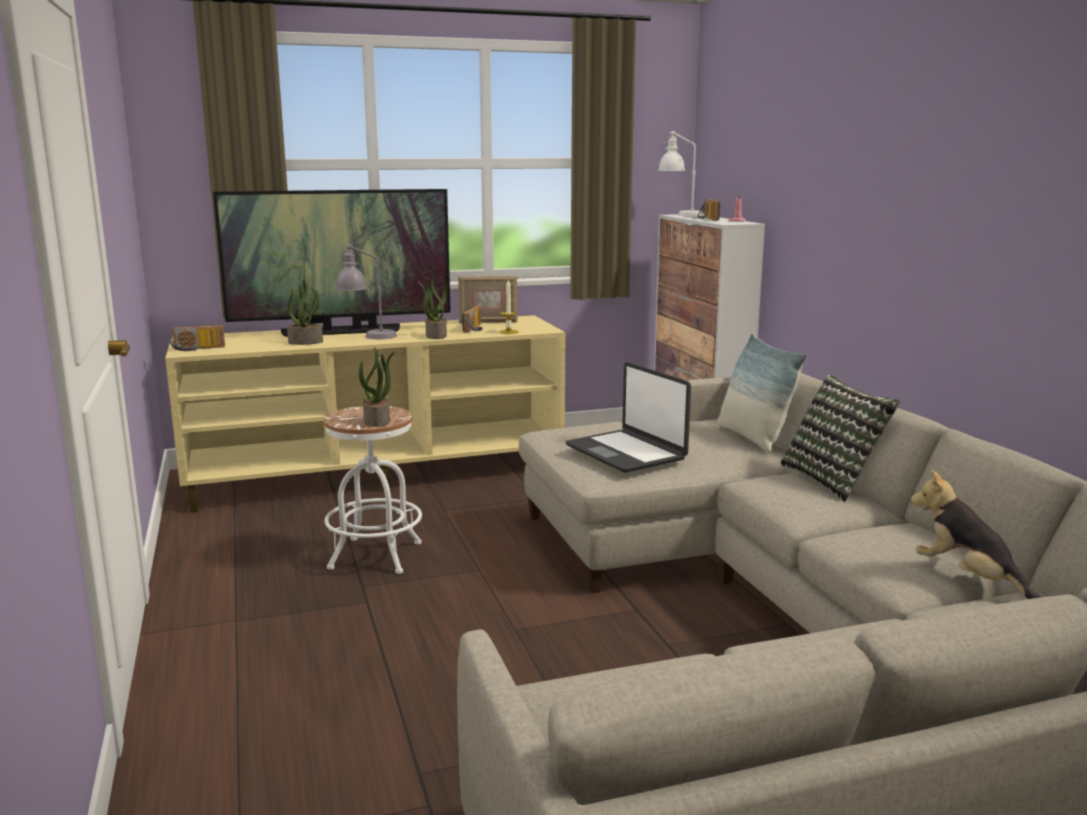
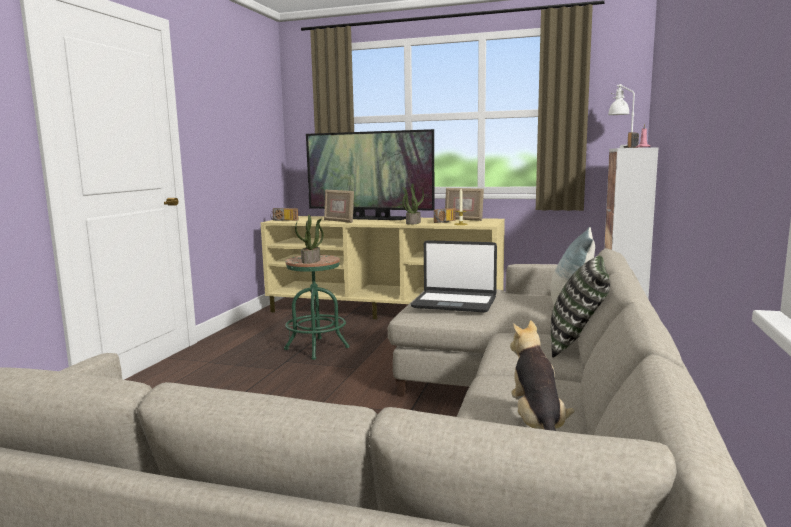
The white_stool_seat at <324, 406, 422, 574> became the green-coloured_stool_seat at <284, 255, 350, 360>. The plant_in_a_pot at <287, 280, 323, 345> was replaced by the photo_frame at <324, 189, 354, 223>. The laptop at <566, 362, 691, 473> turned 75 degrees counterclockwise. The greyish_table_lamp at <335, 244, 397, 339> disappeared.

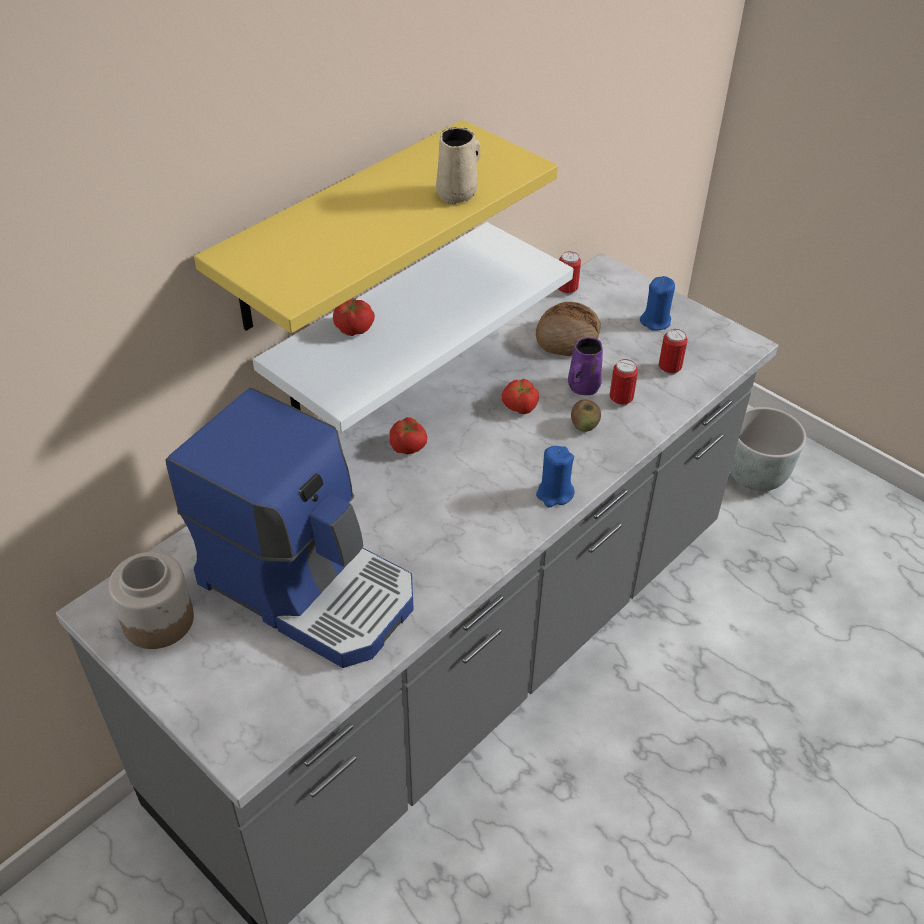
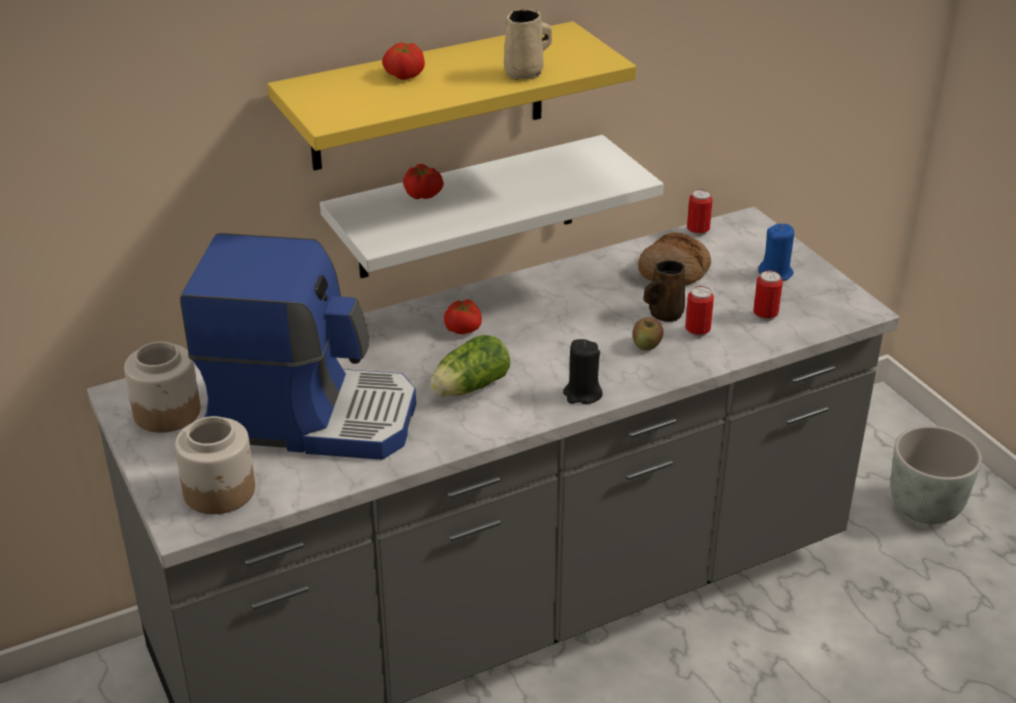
The storage_jar at <175, 416, 255, 514> appeared. The coffee_machine at <166, 388, 414, 668> turned 45 degrees counterclockwise. The tomato moved from <502, 379, 539, 414> to <382, 42, 425, 80>. The lettuce_head at <430, 335, 510, 397> appeared. The bluish_candle at <536, 446, 575, 508> became the blackish_candle at <563, 339, 603, 404>. The purple_mug at <568, 337, 603, 395> became the brown_mug at <644, 260, 685, 322>.

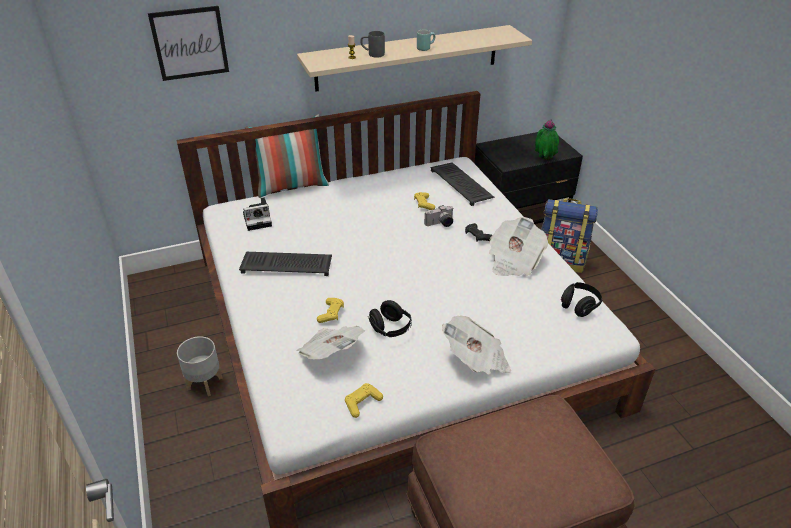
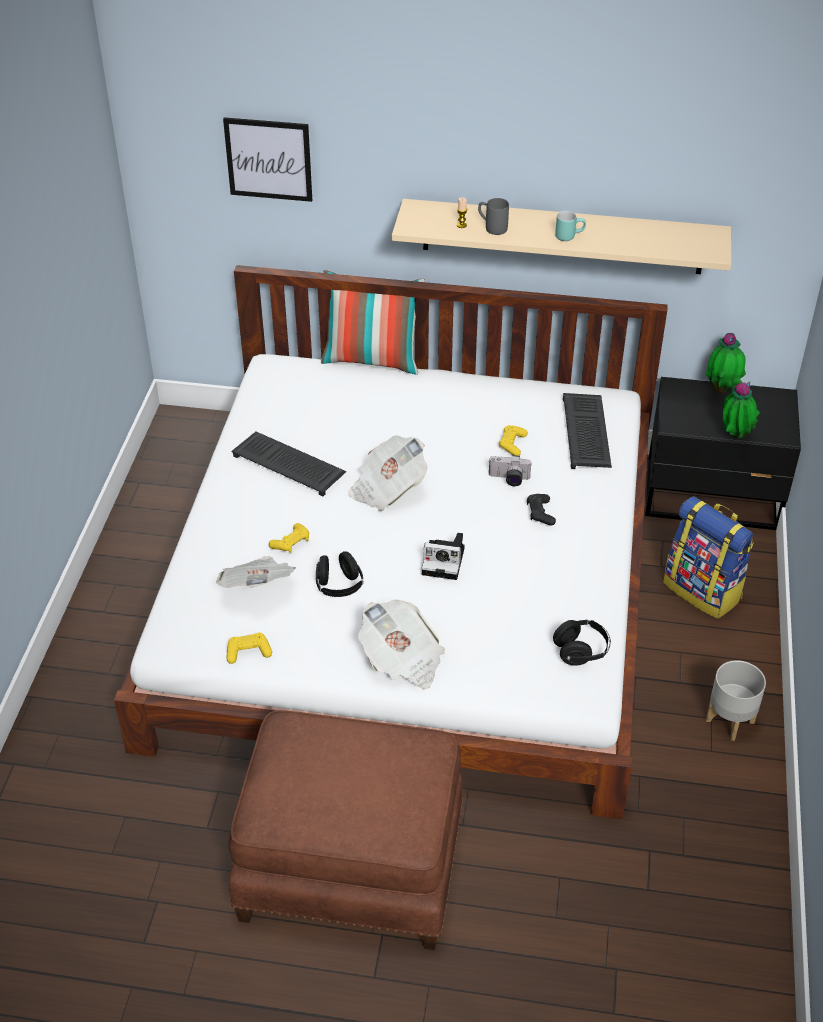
The daily_paper moved from <489, 217, 548, 276> to <348, 435, 427, 511>. The still_camera moved from <243, 197, 272, 231> to <421, 533, 464, 580>. The plant_in_a_pot at <706, 333, 746, 393> appeared. The greyish_flower_pot moved from <177, 336, 223, 396> to <706, 660, 766, 741>.

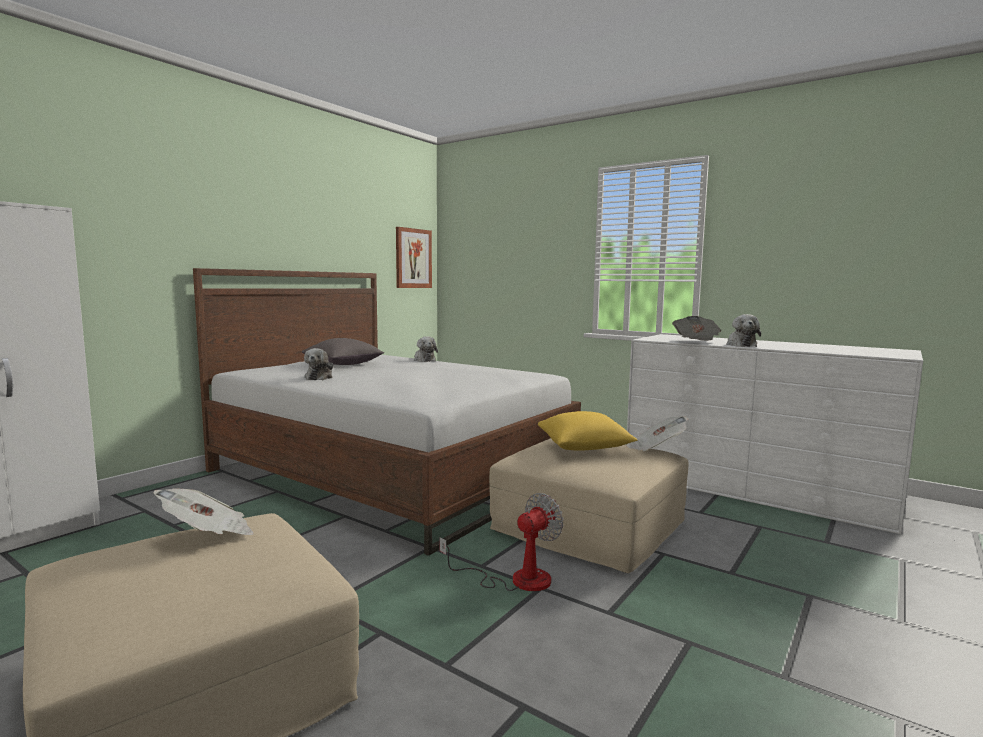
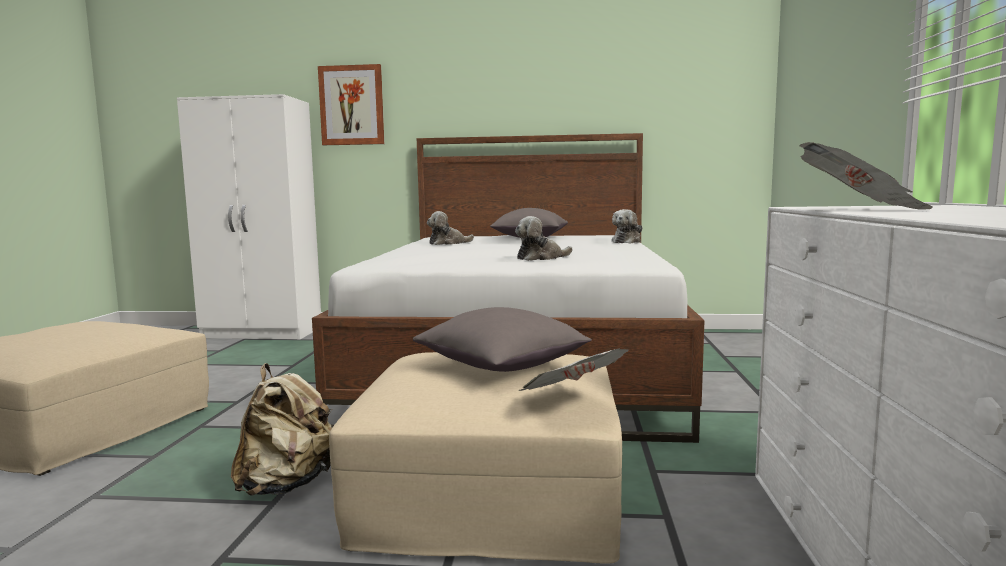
The cooling_fan at <439, 493, 564, 591> was replaced by the beige-coloured_knapsack at <231, 363, 333, 495>. The wall_art moved from <396, 227, 432, 288> to <318, 64, 384, 145>. The yellow_throw_pillow at <538, 411, 637, 451> became the greyish_throw_pillow at <413, 307, 592, 372>. The plush_toy moved from <727, 314, 761, 347> to <515, 216, 573, 261>. The daily_paper at <153, 489, 254, 535> disappeared.

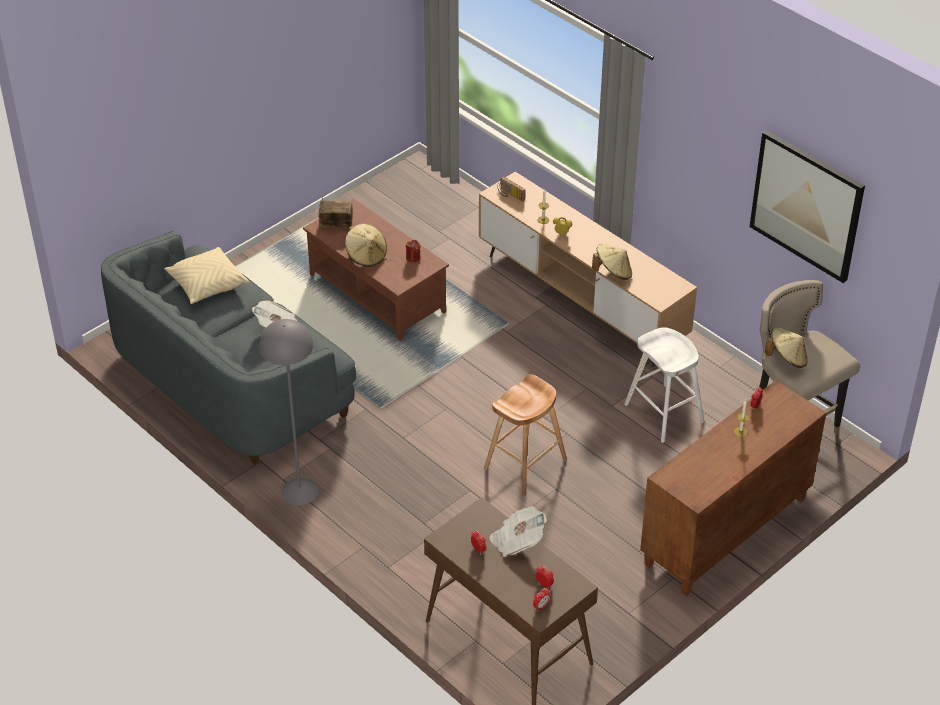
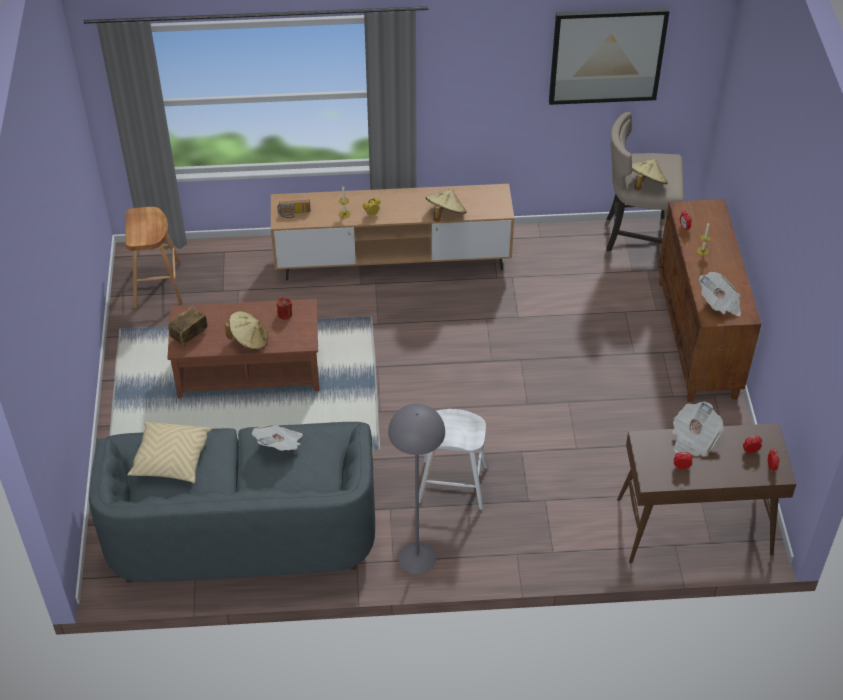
The brown_stool_seat moved from <484, 374, 567, 496> to <125, 207, 183, 308>. The white_stool_seat moved from <624, 327, 704, 443> to <419, 409, 488, 510>. The daily_paper at <699, 272, 741, 316> appeared.

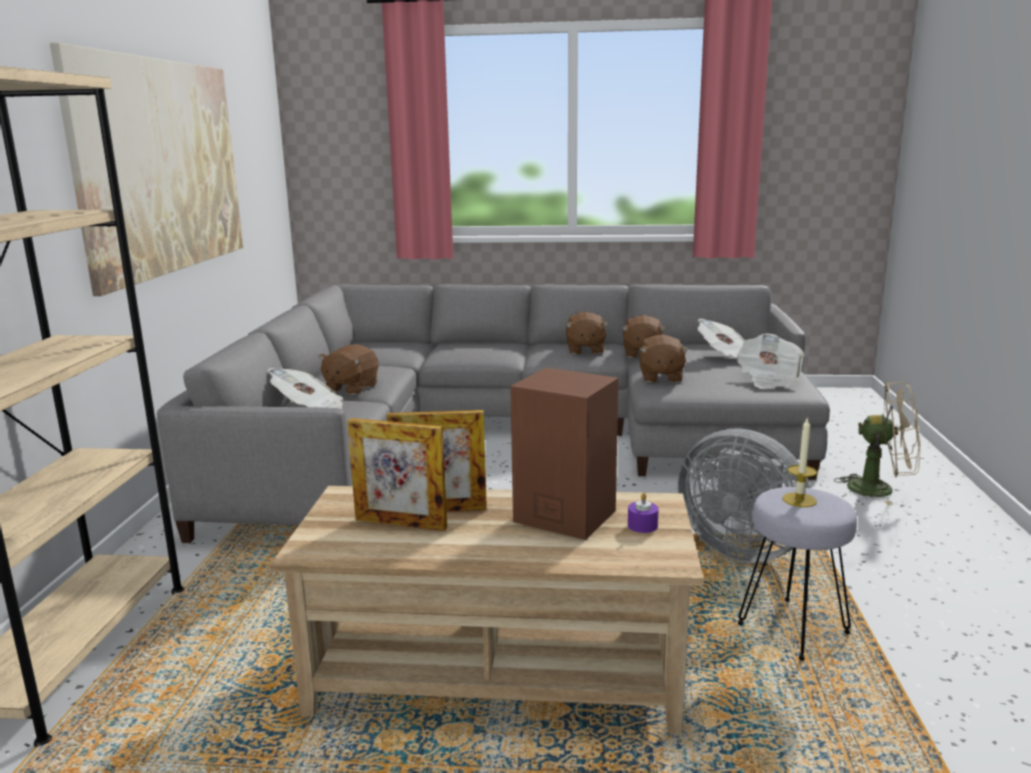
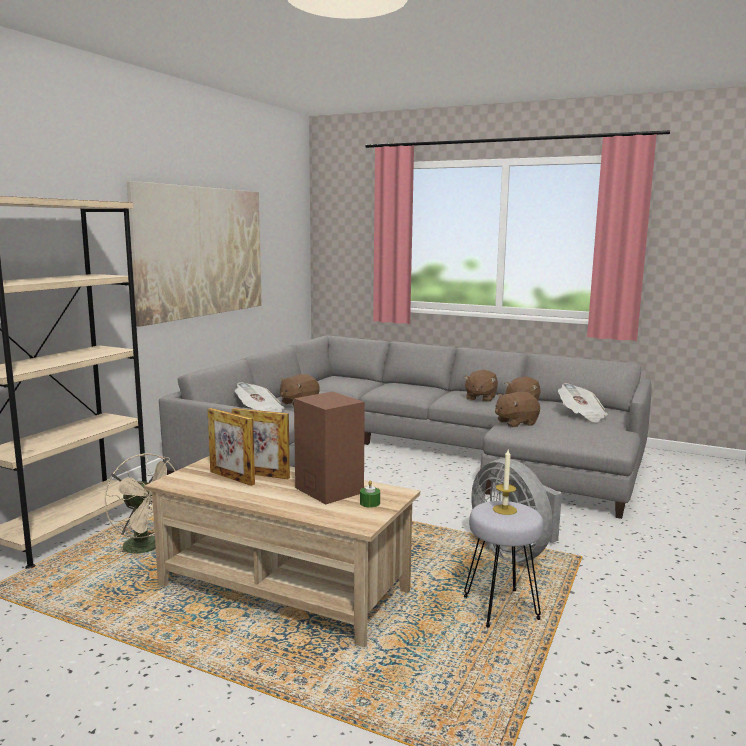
The beige-coloured_cooling_fan moved from <834, 381, 920, 506> to <105, 454, 176, 555>. The purple_candle at <628, 493, 659, 533> became the green-coloured_candle at <360, 480, 380, 508>. The brown_plush_toy at <639, 334, 689, 383> turned 45 degrees clockwise. The daily_paper at <736, 333, 804, 389> disappeared.

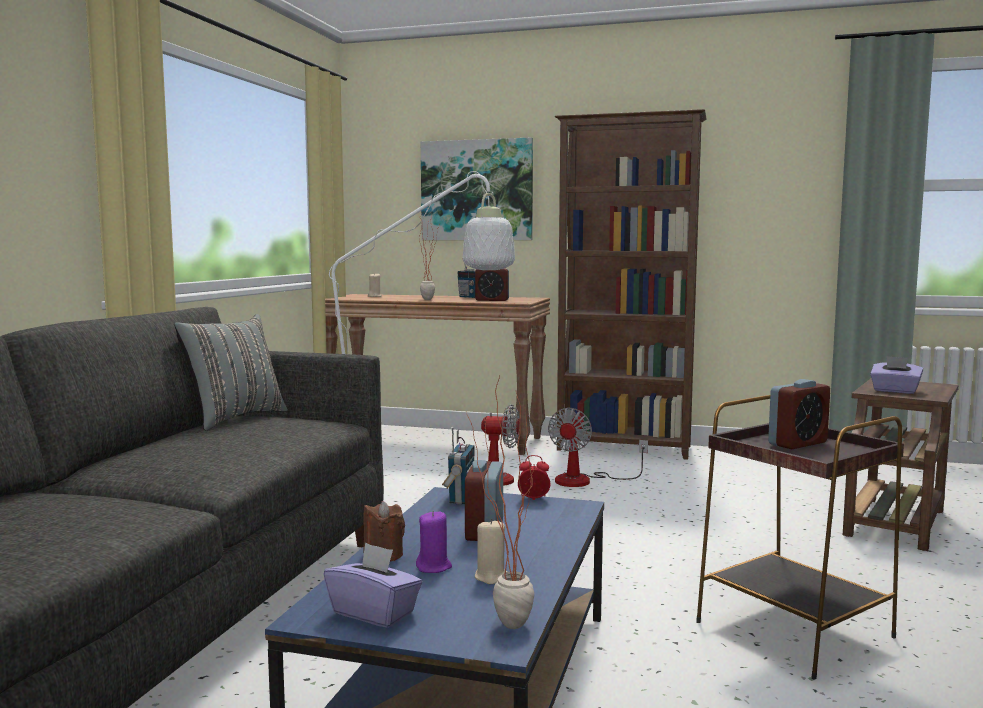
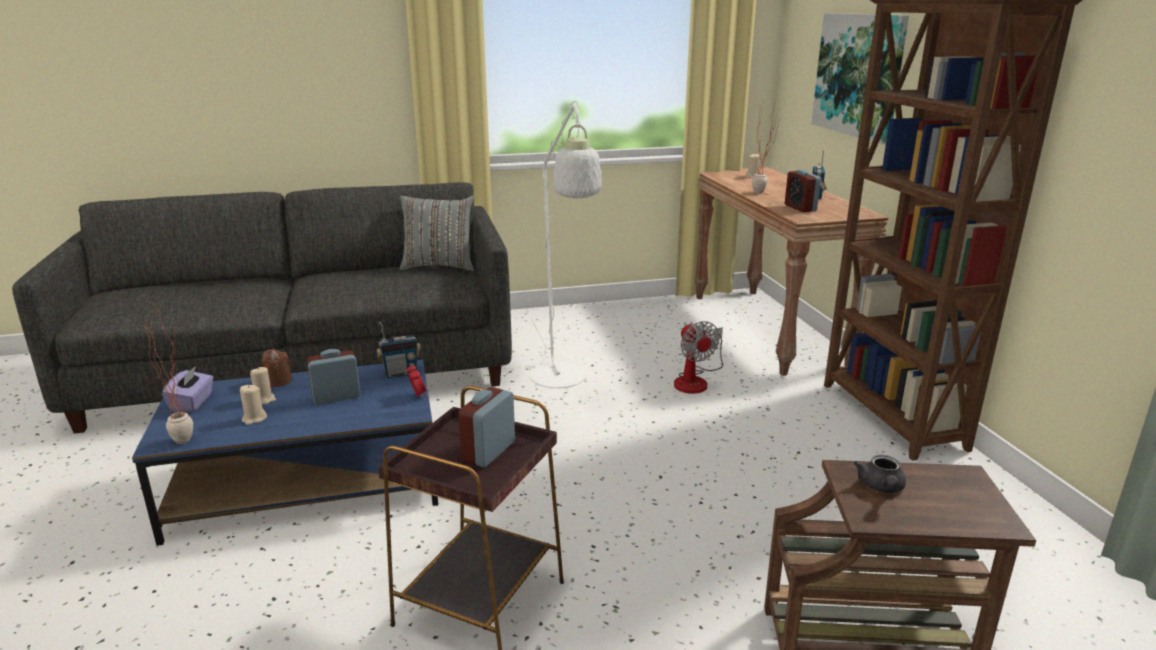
The purple_candle at <416, 510, 452, 573> became the beige-coloured_candle at <250, 367, 276, 404>. The alarm_clock at <768, 379, 830, 449> turned 90 degrees clockwise. The purple_box_of_tissues at <870, 356, 923, 394> was replaced by the greyish_teapot at <854, 455, 906, 493>. The cooling_fan at <548, 408, 648, 487> disappeared.

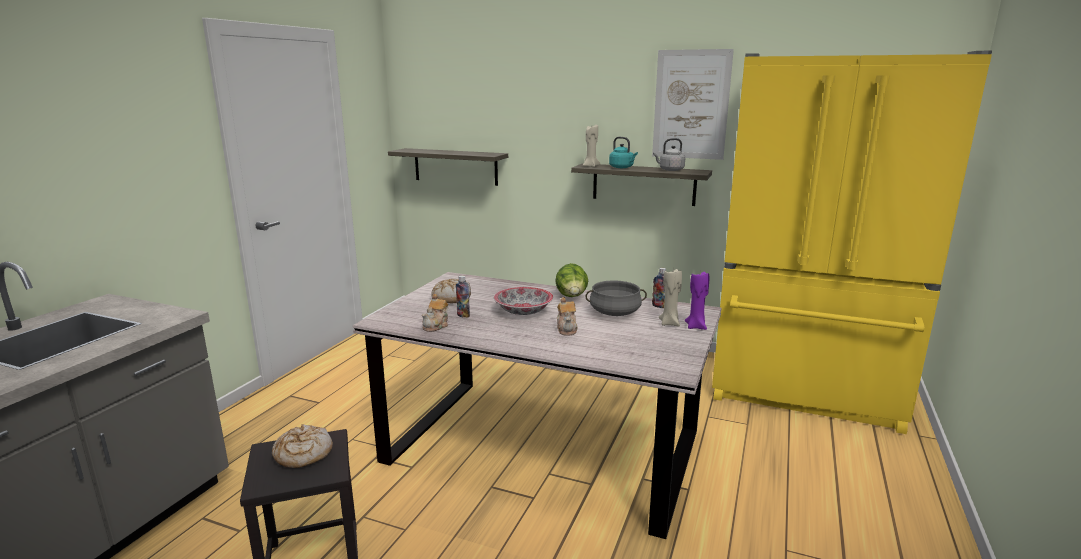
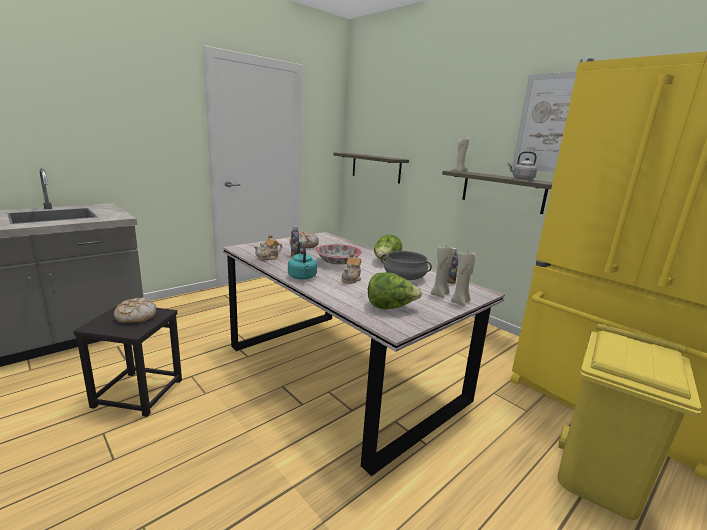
The blue-green_tea_kettle moved from <609, 137, 638, 168> to <288, 242, 317, 280>. The lettuce_head at <368, 272, 422, 309> appeared. The purple_candle at <685, 271, 709, 330> became the beige-coloured_candle at <451, 252, 475, 306>. The yellow_trash_can at <558, 324, 701, 520> appeared.

